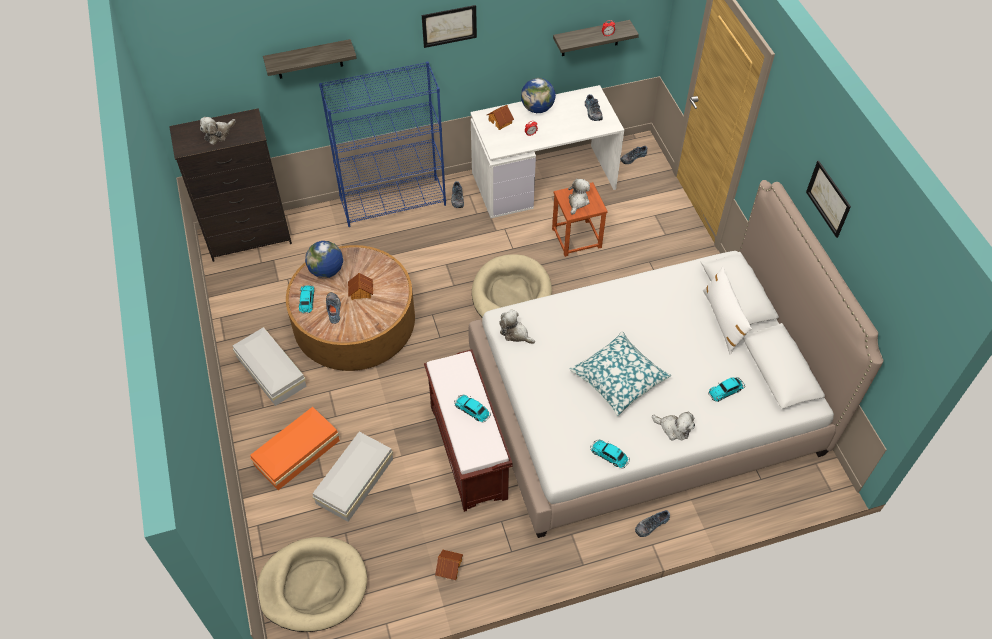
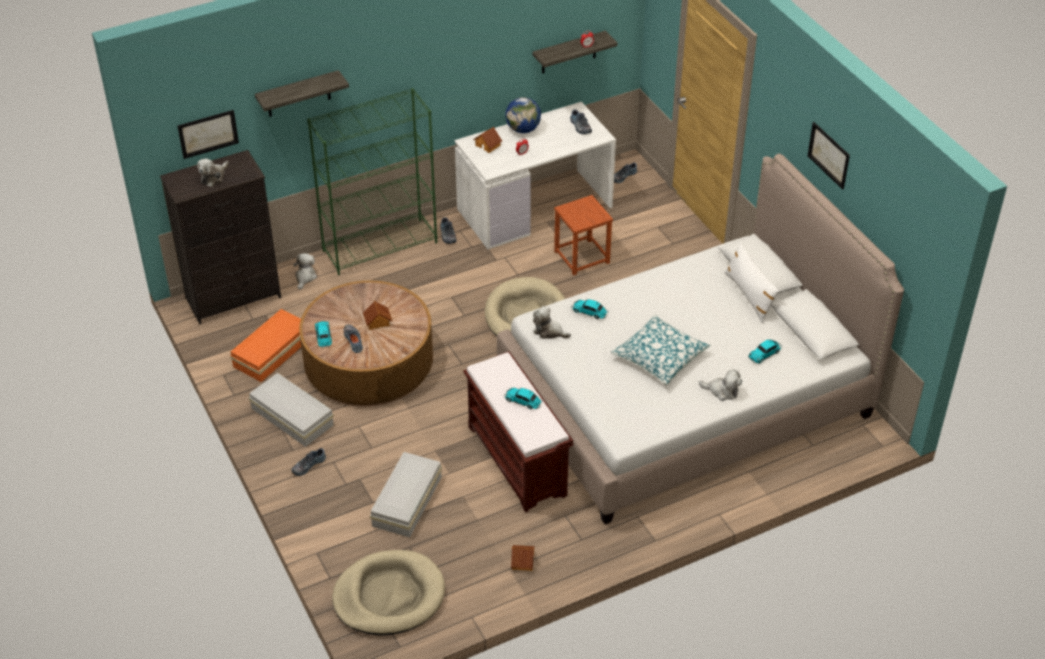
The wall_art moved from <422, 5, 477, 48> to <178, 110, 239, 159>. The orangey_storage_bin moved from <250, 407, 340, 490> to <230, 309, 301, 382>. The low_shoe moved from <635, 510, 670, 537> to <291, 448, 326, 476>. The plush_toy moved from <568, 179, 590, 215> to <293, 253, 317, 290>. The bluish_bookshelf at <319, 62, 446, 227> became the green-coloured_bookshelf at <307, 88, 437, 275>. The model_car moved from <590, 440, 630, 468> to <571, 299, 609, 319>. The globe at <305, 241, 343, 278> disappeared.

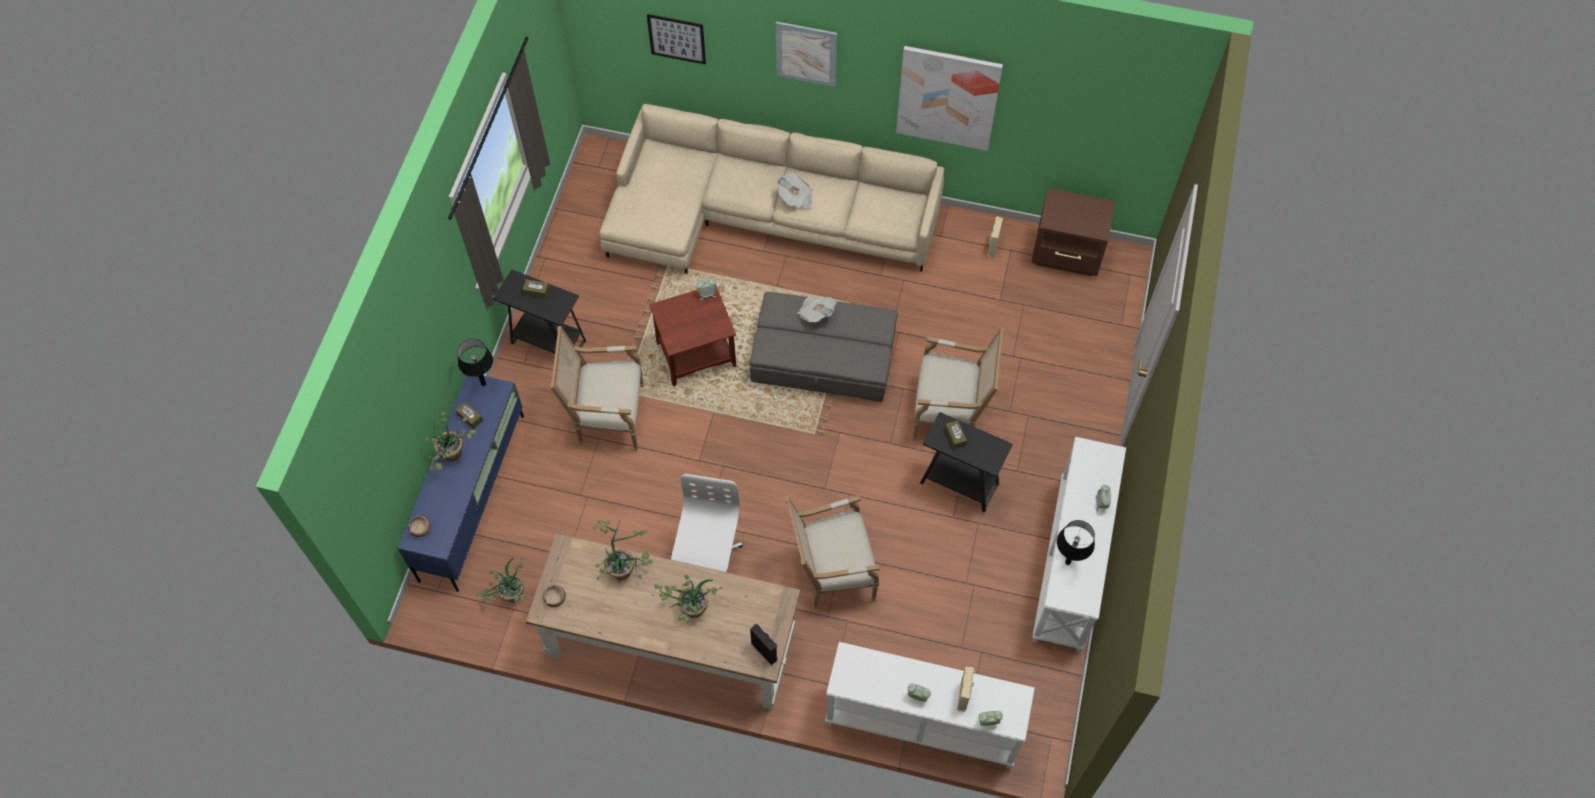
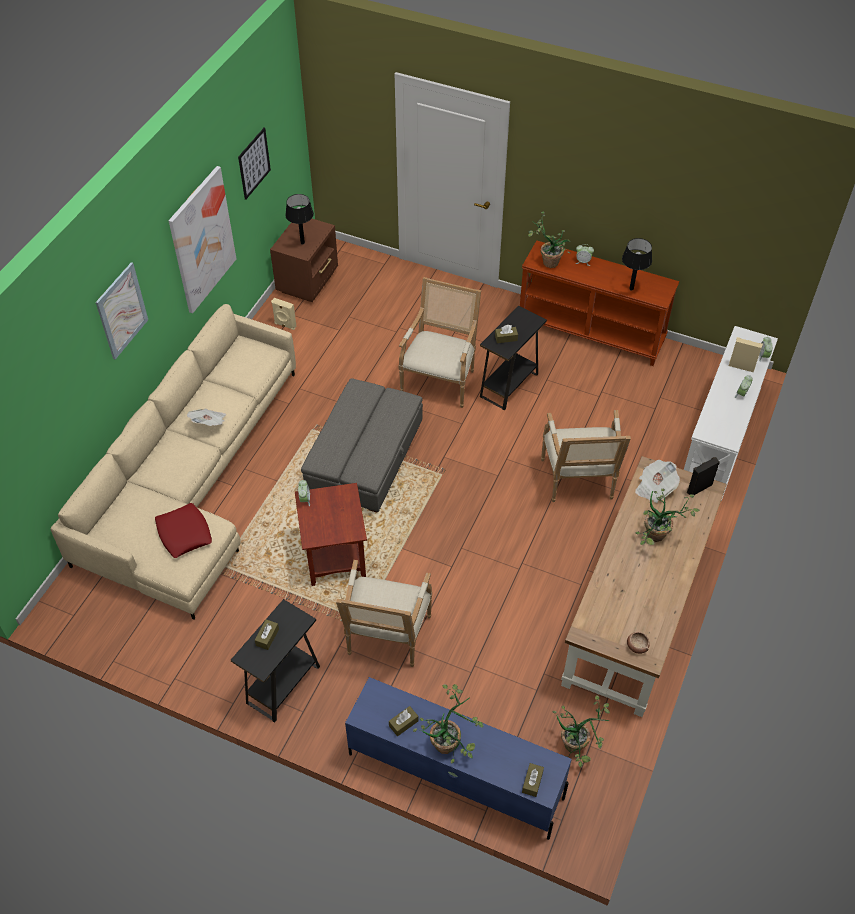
The red-coloured_throw_pillow at <155, 503, 212, 558> appeared. The wall_art moved from <647, 14, 706, 65> to <238, 127, 271, 200>. The blackish_table_lamp moved from <457, 339, 493, 386> to <285, 194, 314, 244>. The white_console_table at <1032, 437, 1126, 653> became the brown_console_table at <520, 241, 679, 366>. The serving_bowl at <409, 516, 431, 537> was replaced by the brown_box_of_tissues at <522, 763, 544, 797>. The plant_in_a_pot moved from <593, 520, 653, 580> to <528, 211, 570, 268>. The daily_paper moved from <797, 296, 837, 322> to <635, 460, 680, 503>. The white_computer_chair at <671, 474, 743, 572> disappeared.

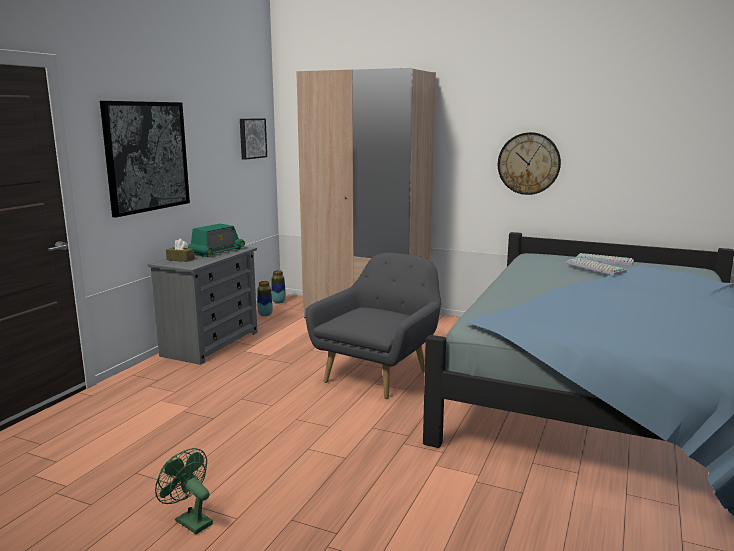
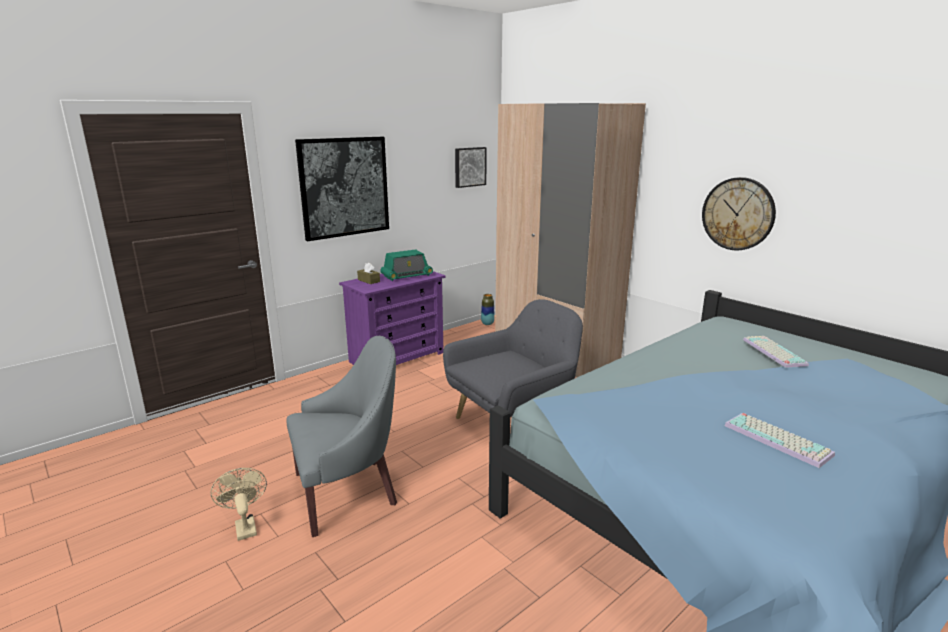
The green-coloured_cooling_fan at <155, 448, 213, 534> became the beige-coloured_cooling_fan at <211, 468, 267, 541>. The greyish_lounge_chair at <287, 336, 397, 537> appeared. The greyish_dresser at <147, 246, 258, 365> became the purple_dresser at <339, 271, 446, 365>. The computer_keyboard moved from <576, 253, 634, 266> to <725, 413, 835, 468>. The vase at <257, 281, 273, 316> disappeared.

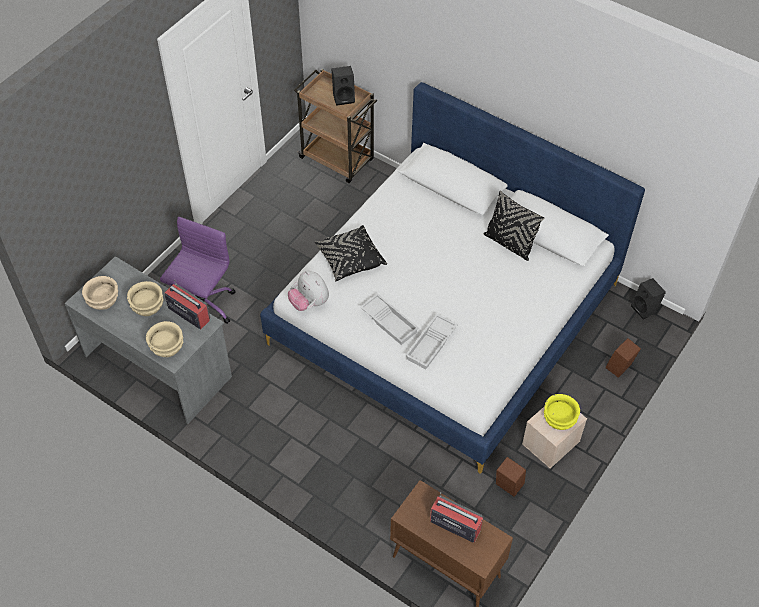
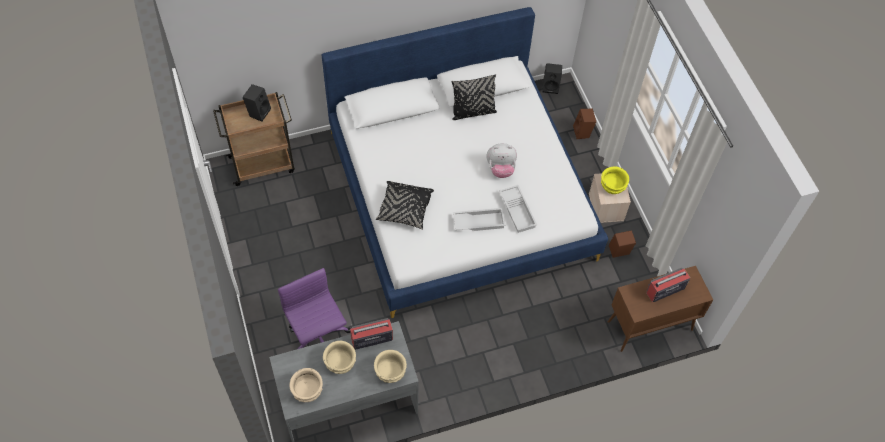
The plush_toy moved from <288, 271, 329, 311> to <486, 143, 517, 178>.

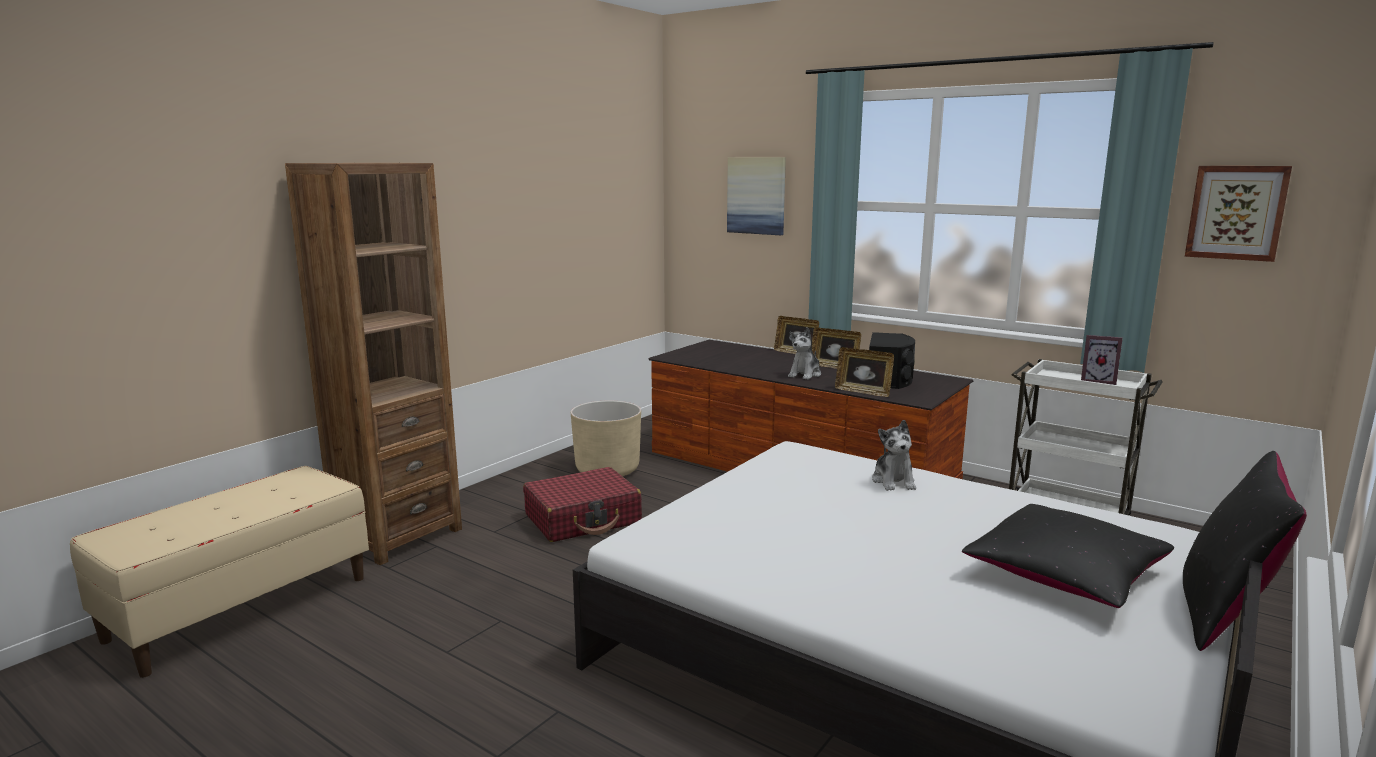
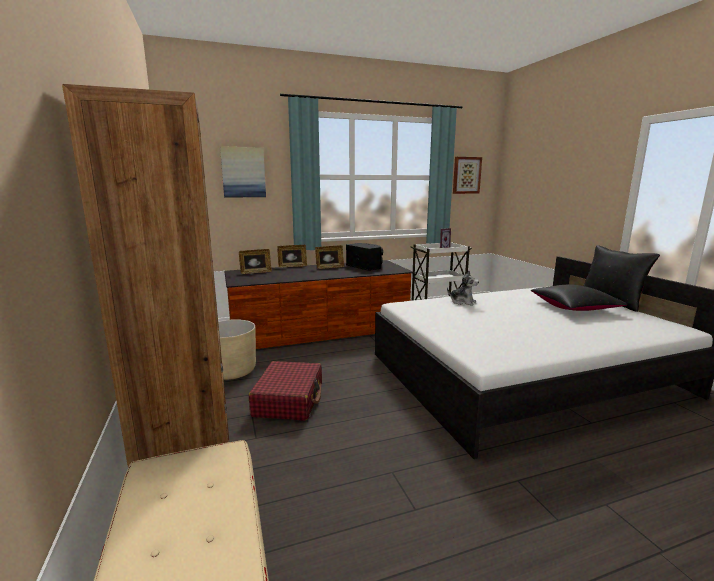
The photo_frame moved from <835, 347, 894, 397> to <239, 249, 272, 274>. The plush_toy at <788, 327, 821, 380> disappeared.

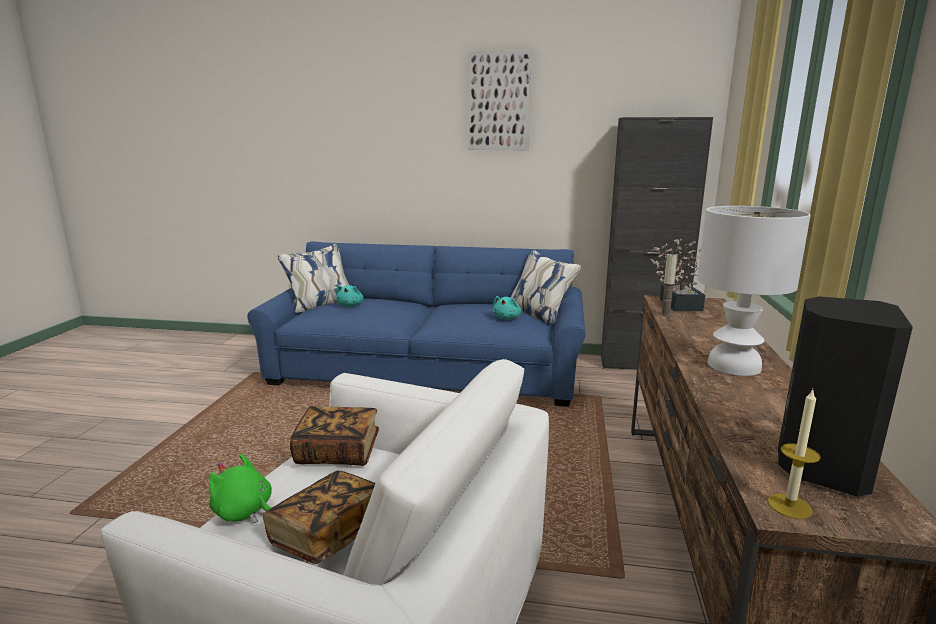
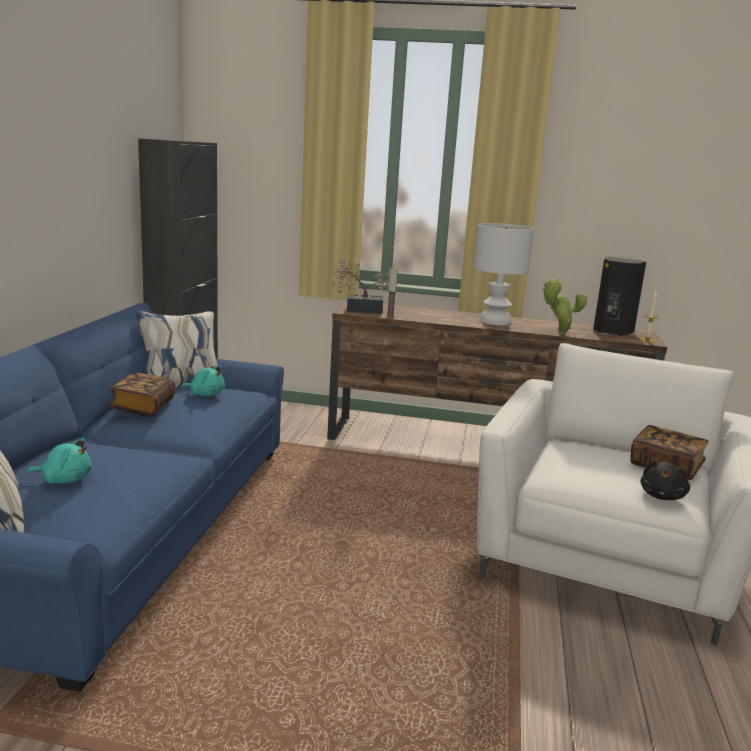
The bound_book moved from <290, 406, 379, 466> to <110, 373, 175, 417>. The plant_in_a_pot at <543, 279, 588, 334> appeared. The green-coloured_plush_toy at <209, 454, 273, 523> became the blackish_plush_toy at <640, 461, 690, 500>. The wall_art at <469, 50, 532, 150> disappeared.

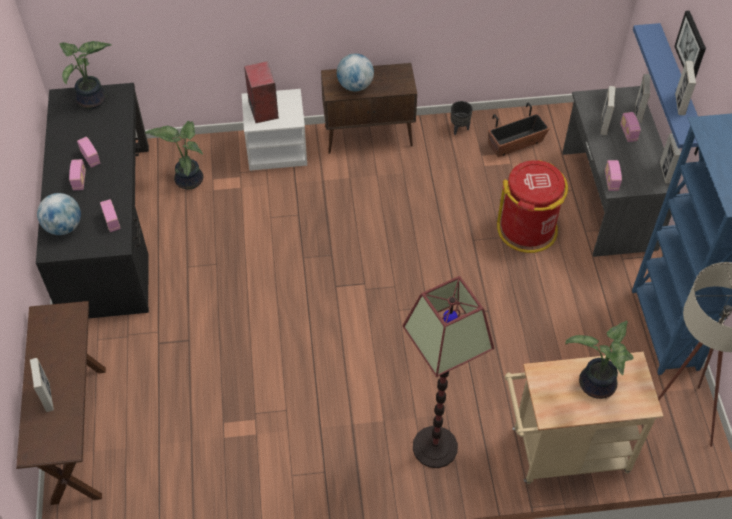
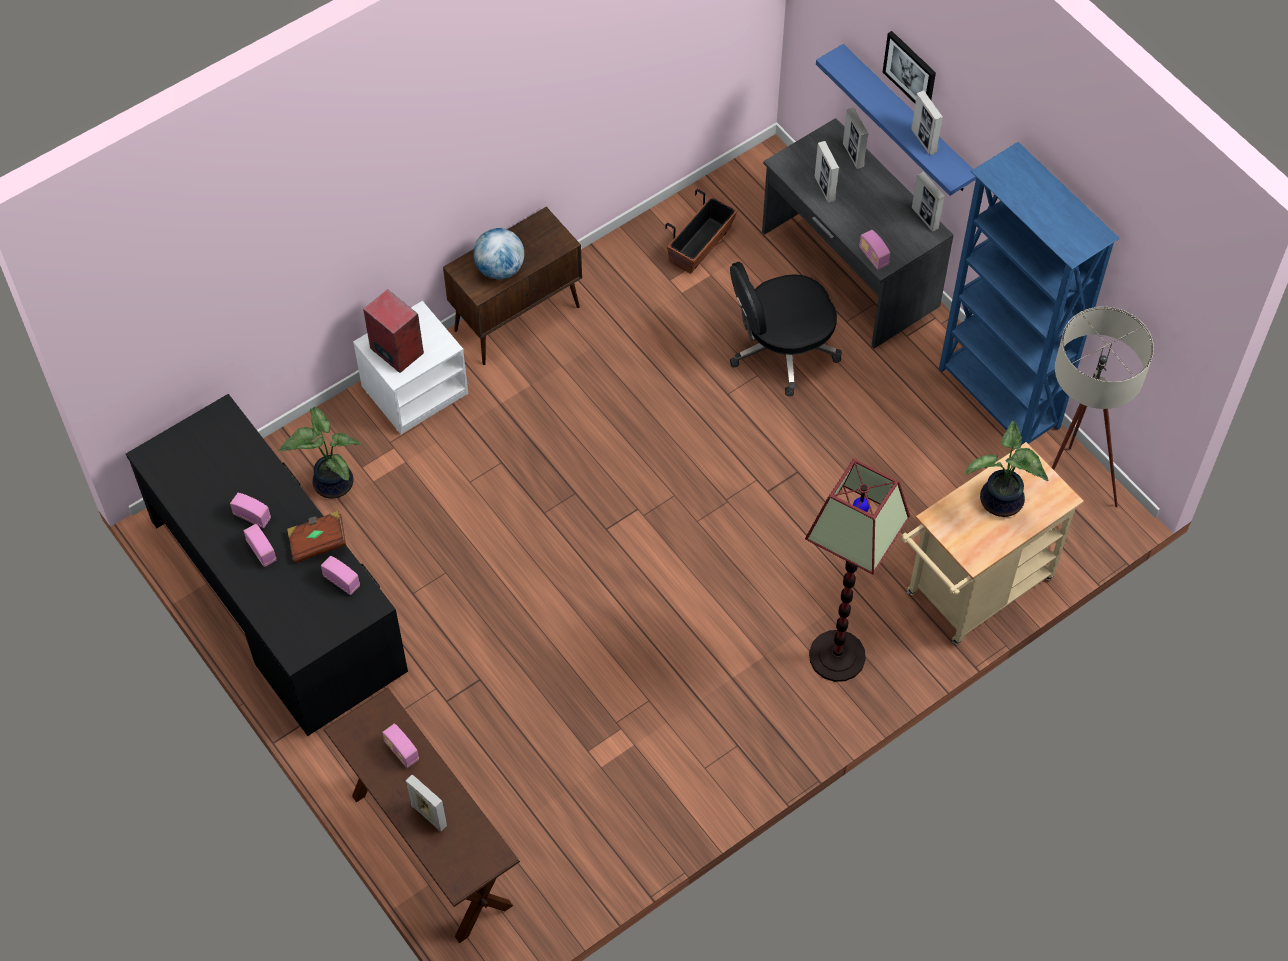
The brown_bound_book at <287, 511, 346, 563> appeared. The radio_set moved from <620, 112, 641, 142> to <382, 723, 419, 768>. The red-coloured_trash_can at <497, 160, 568, 253> was replaced by the blackish_computer_chair at <730, 262, 842, 396>. The globe at <37, 193, 81, 235> disappeared. The plant_in_a_pot at <59, 41, 112, 109> disappeared. The blackish_flower_pot at <451, 101, 473, 135> disappeared.

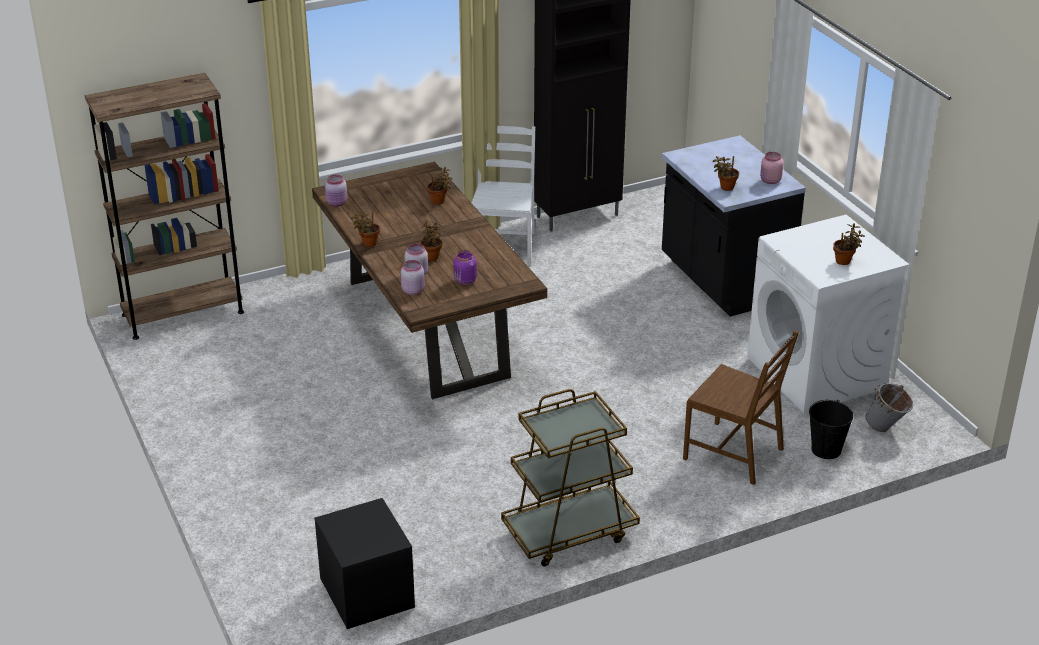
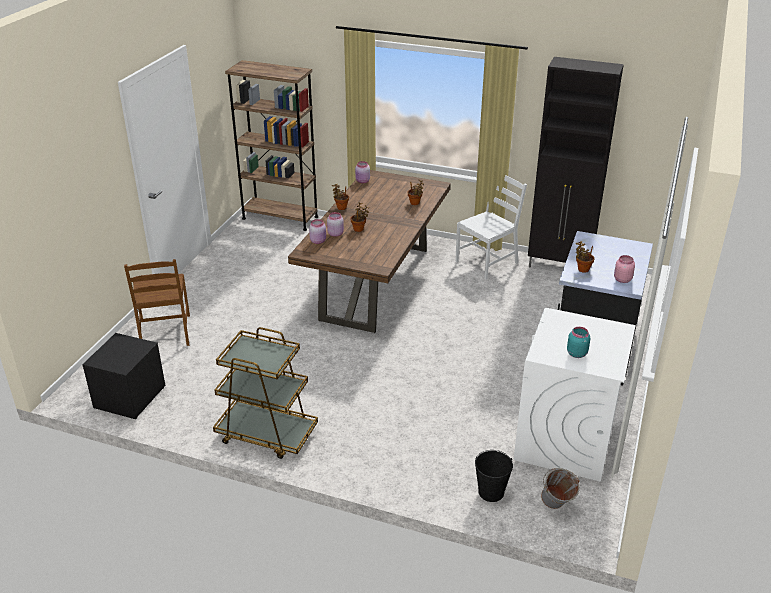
The brown_upright_chair moved from <683, 330, 799, 485> to <124, 259, 190, 346>. The plant_in_a_pot at <833, 223, 865, 265> was replaced by the blue-green_storage_jar at <567, 327, 590, 358>. The purple_storage_jar at <453, 250, 477, 285> disappeared.

